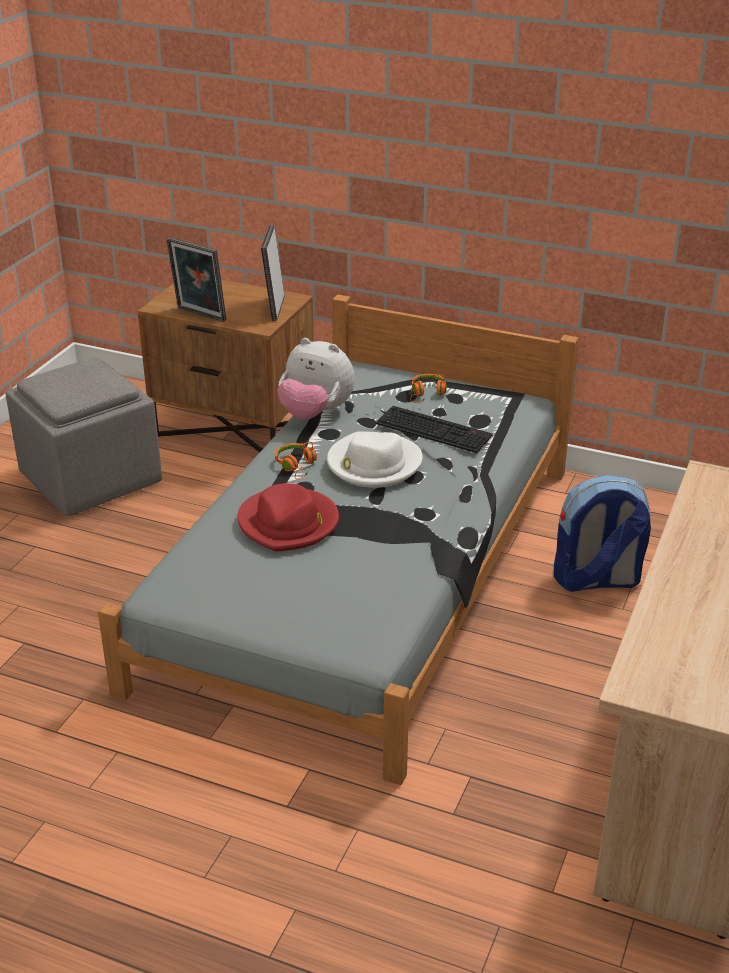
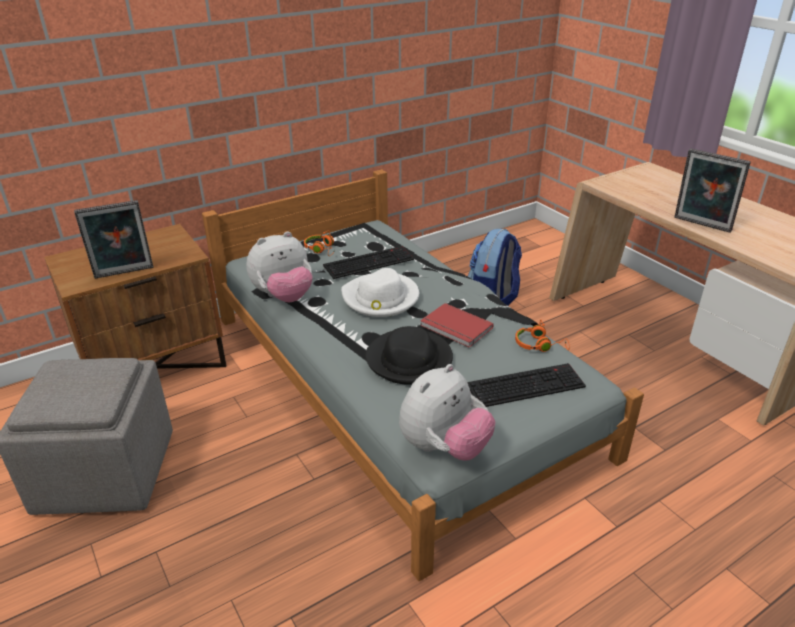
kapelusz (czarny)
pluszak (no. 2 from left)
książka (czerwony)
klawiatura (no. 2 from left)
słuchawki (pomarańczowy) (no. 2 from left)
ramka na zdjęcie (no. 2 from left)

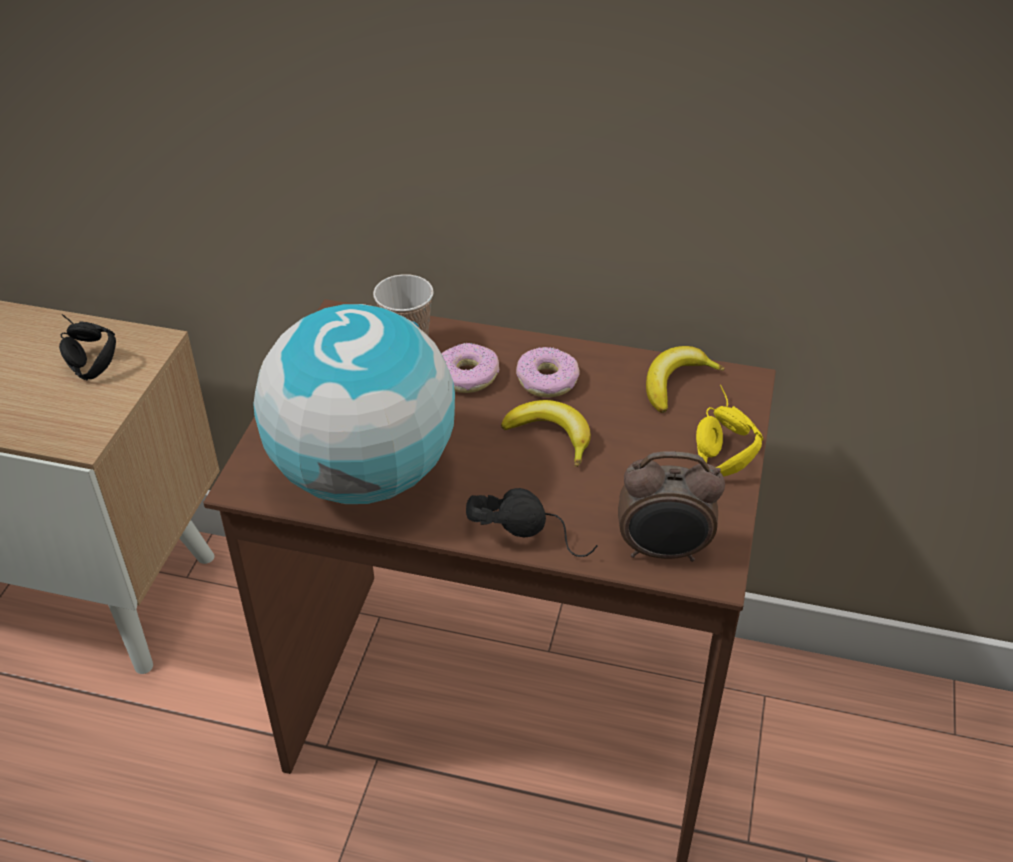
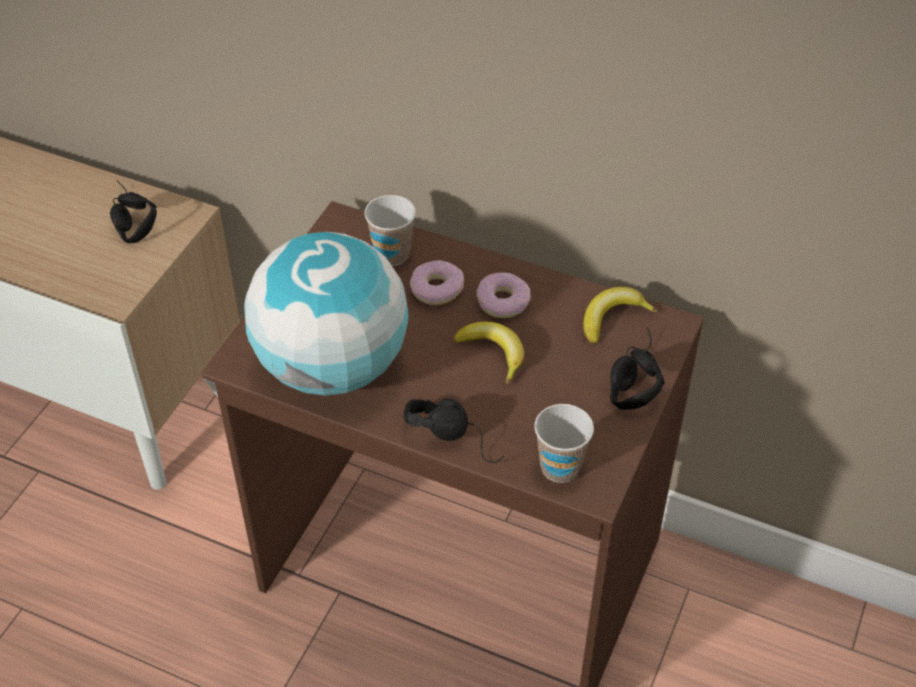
filiżanka (no. 2 from left)
słuchawki (czarny) (no. 3 from left)

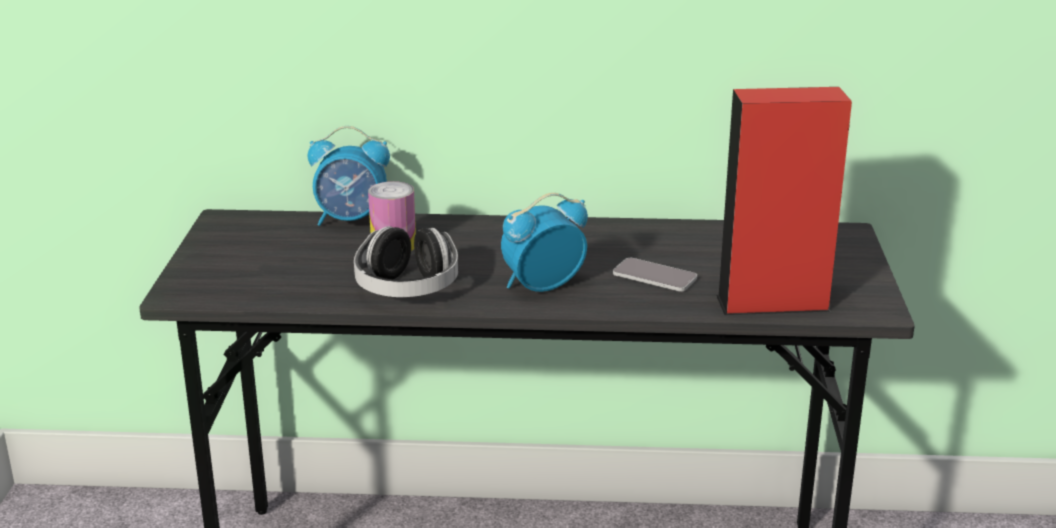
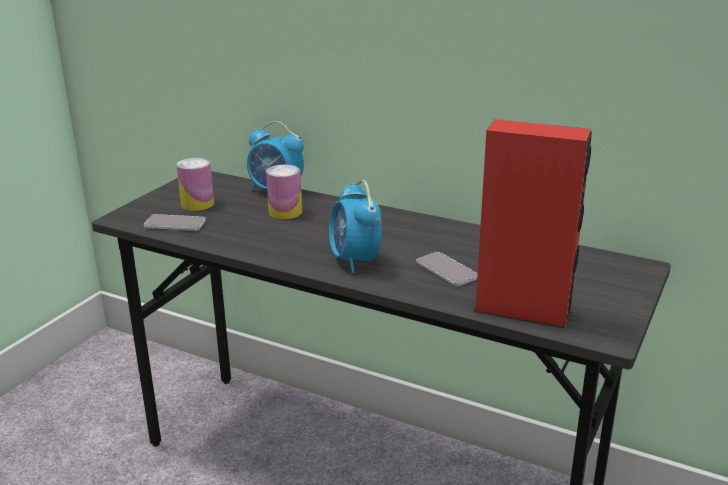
telefon (no. 1 from left)
puszka (no. 1 from left)
budzik (no. 2 from left)
słuchawki

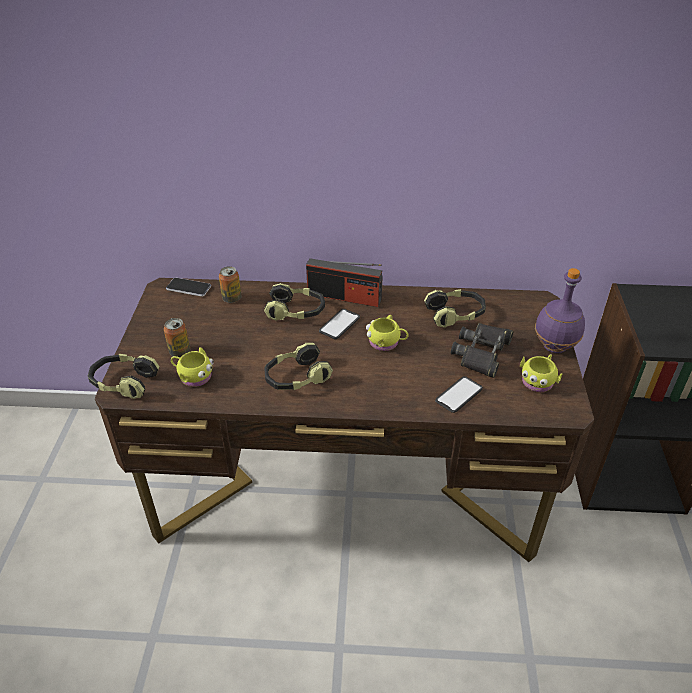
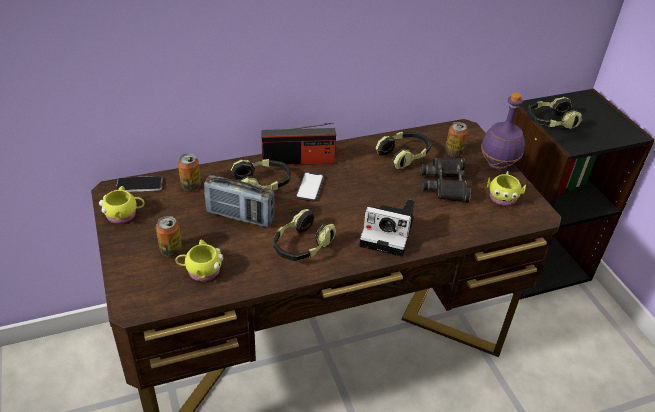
kubek (żółty) (no. 1 from left)
radio (no. 1 from left)
aparat fotograficzny
puszka (no. 3 from left)
słuchawki (no. 4 from left)
telefon (no. 3 from left in the first image)

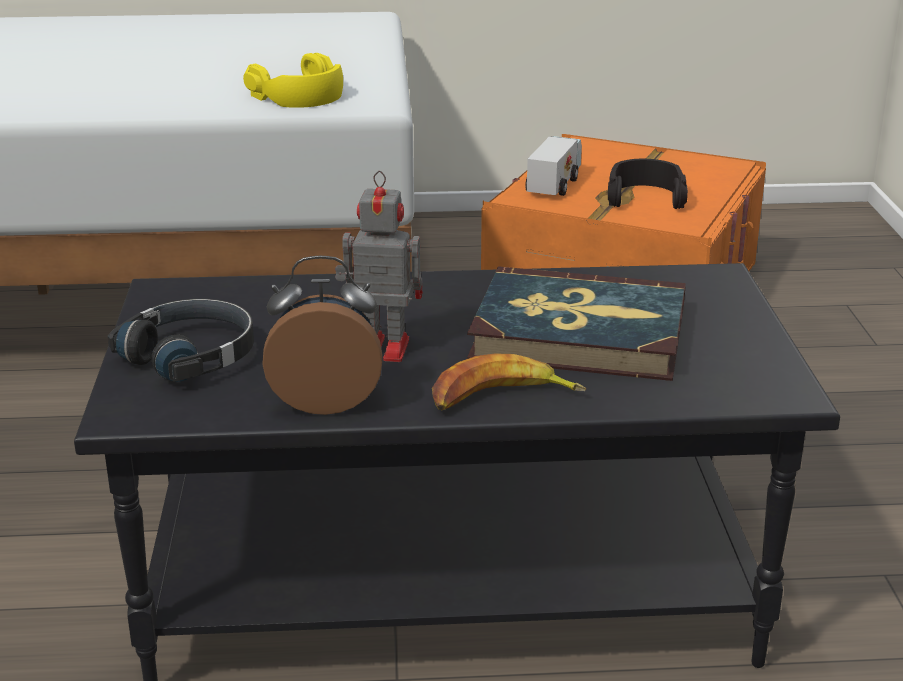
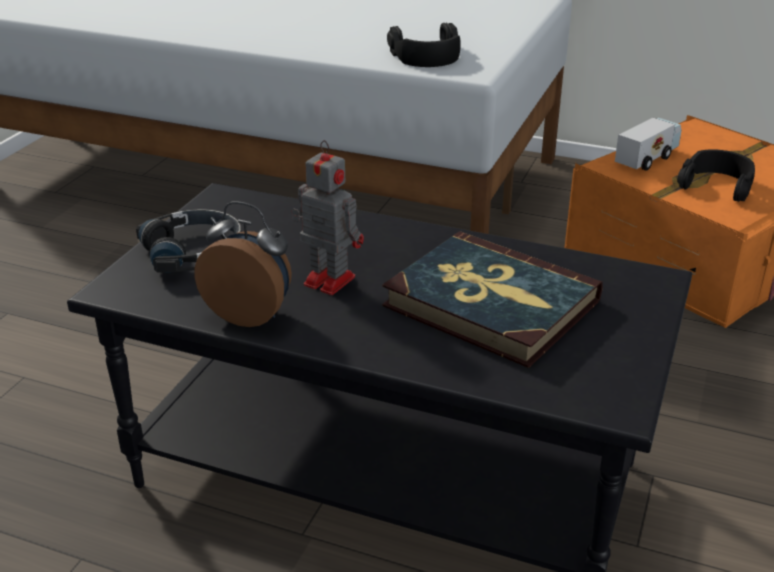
słuchawki (czarny) (no. 2 from left)
banan

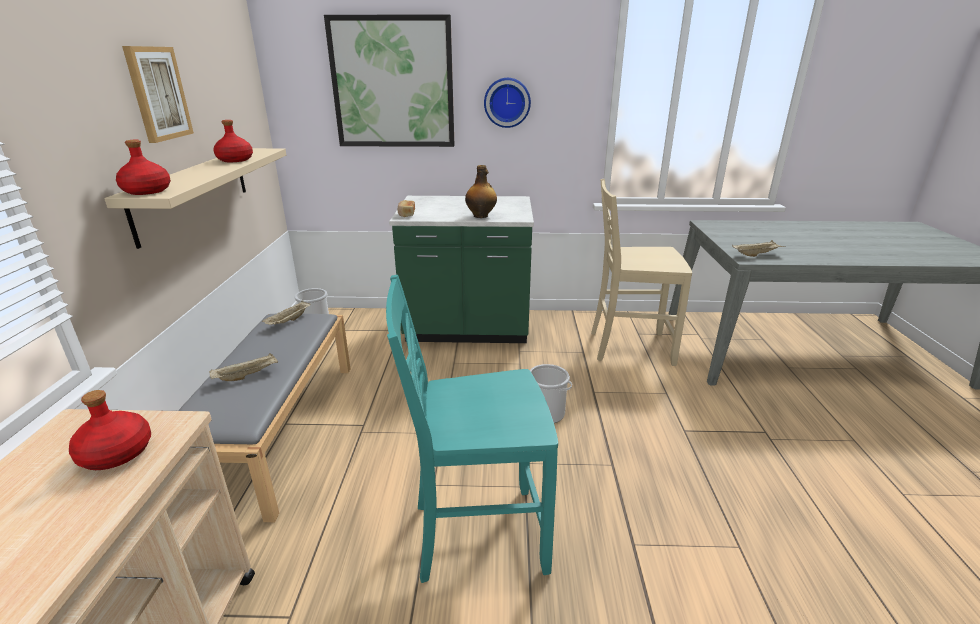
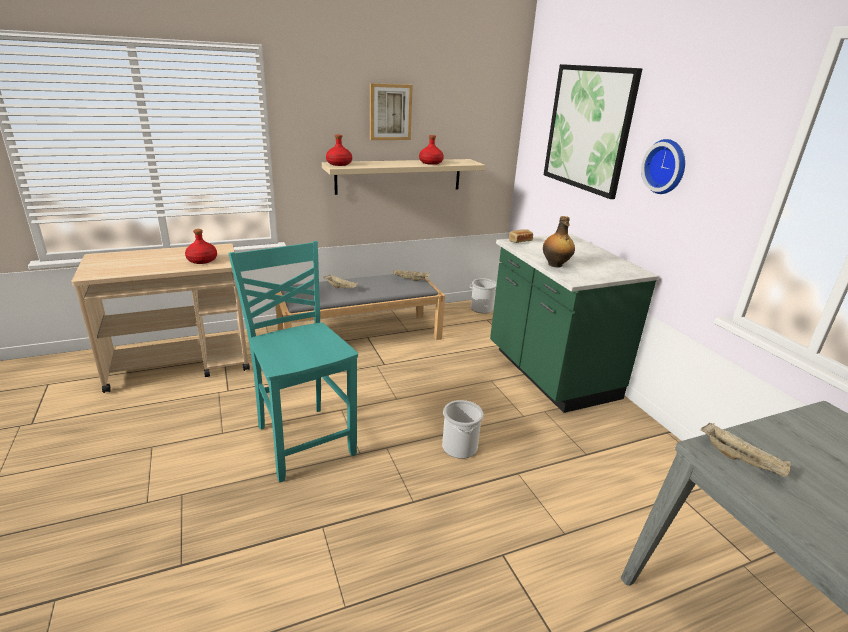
krzesło (beżowy)

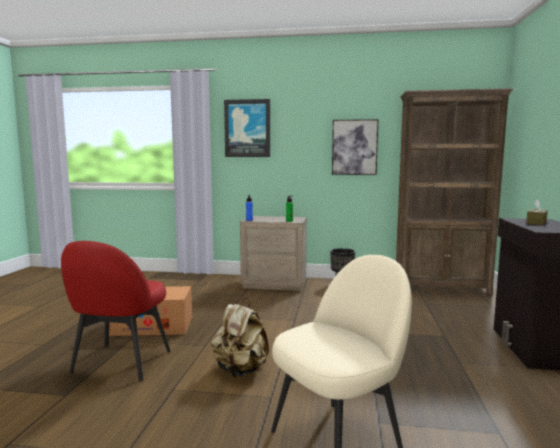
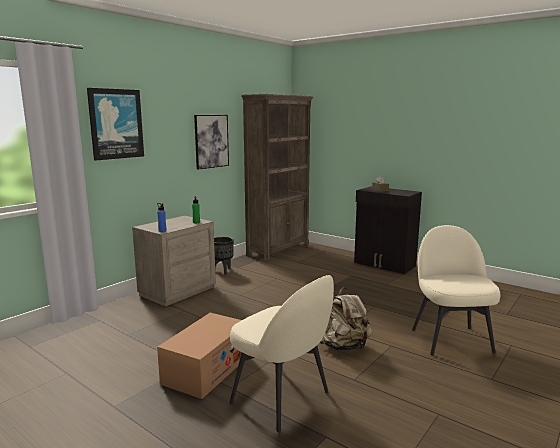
krzesło (beżowy) (no. 1 from left)

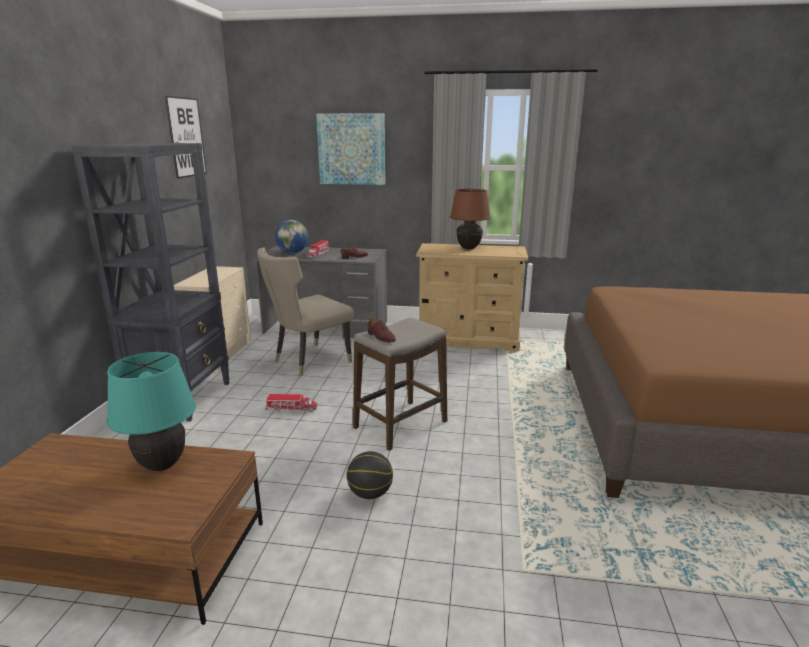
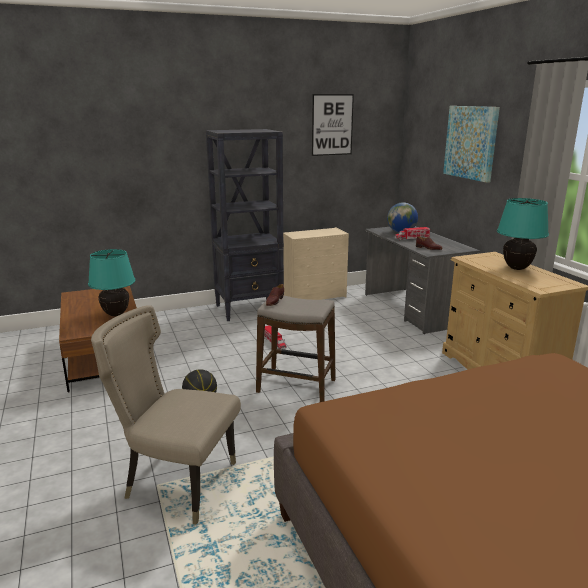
krzesło (beżowy)
lampa stołowa (turkusowy) (no. 2 from left)

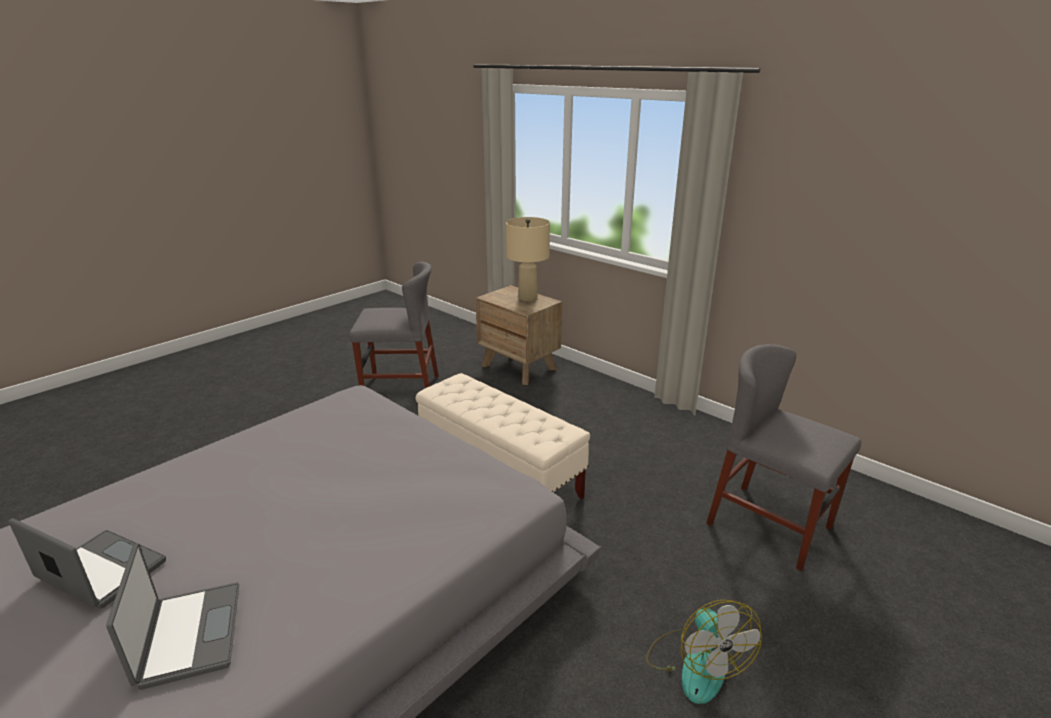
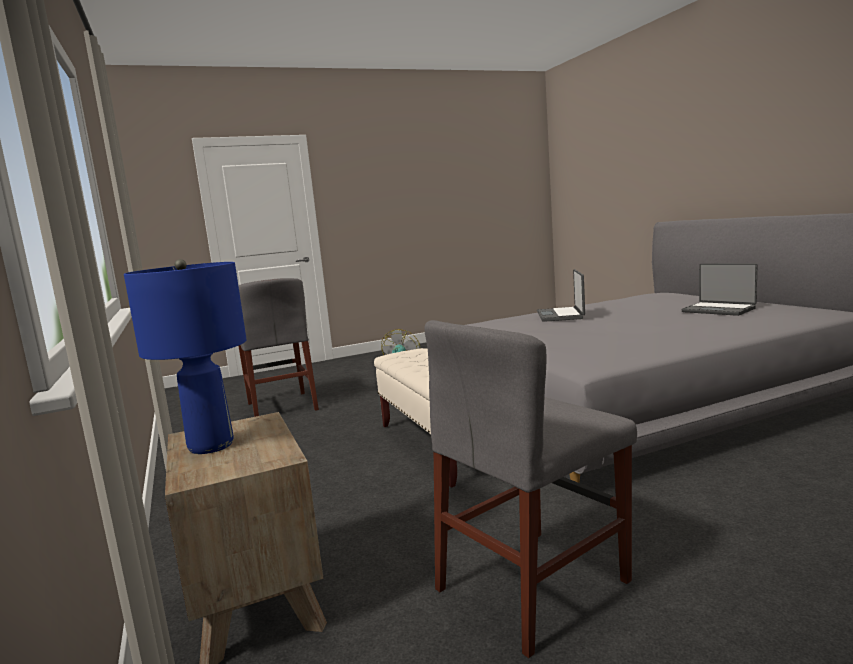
lampa stołowa (niebieski)
krzesło (szary) (no. 2 from left)
laptop (no. 1 from left)

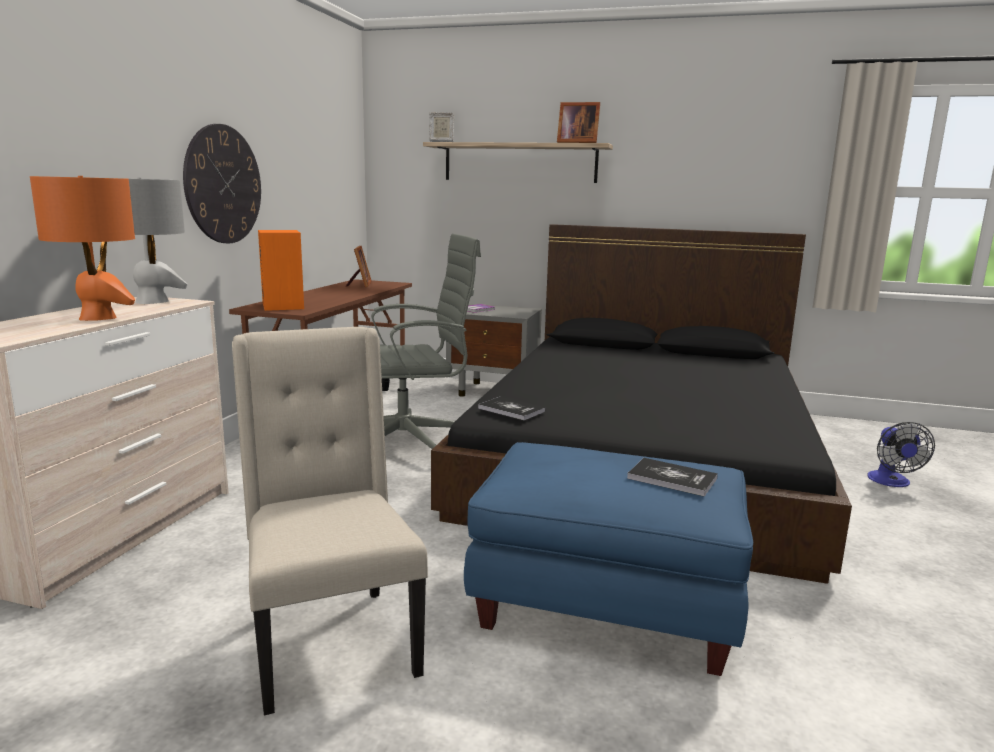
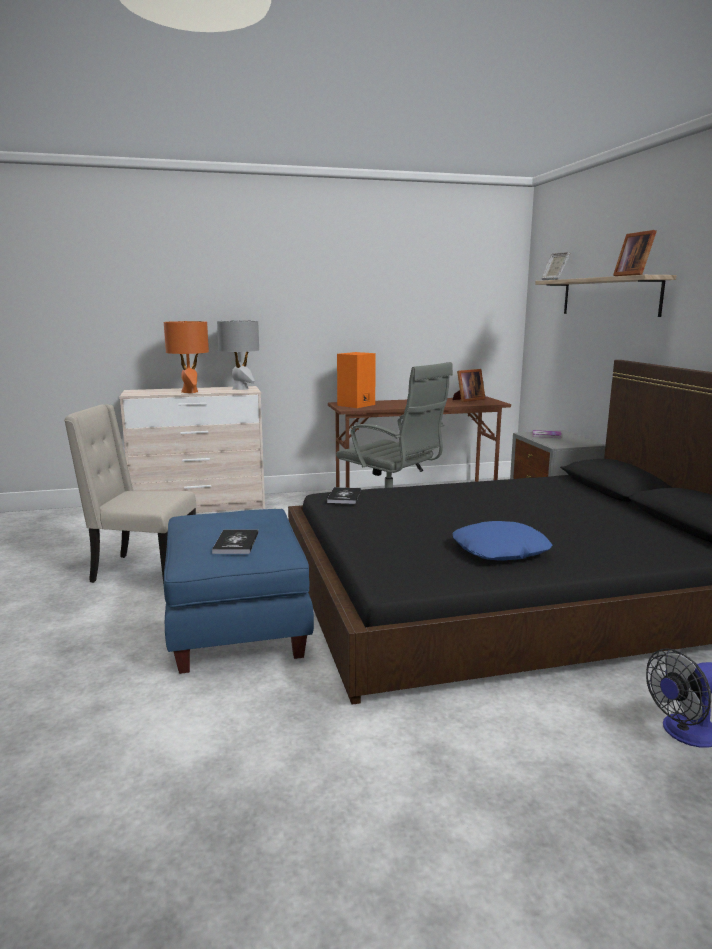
krzesło (beżowy)
poduszka (niebieski)
zegar ścienny

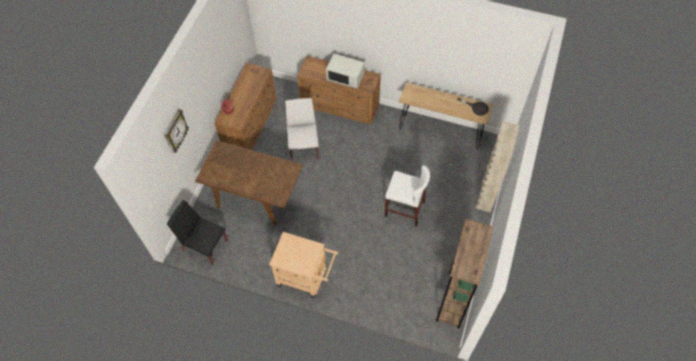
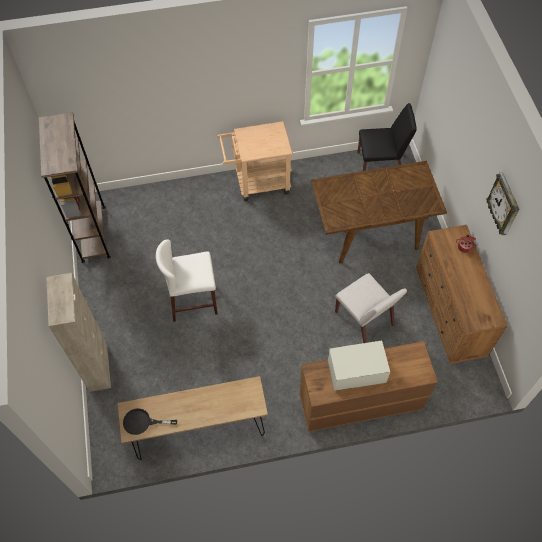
zegar ścienny

